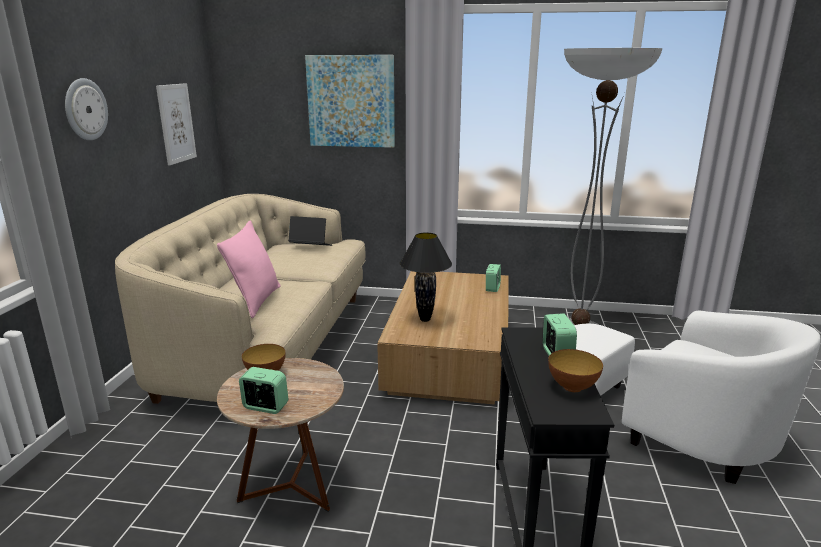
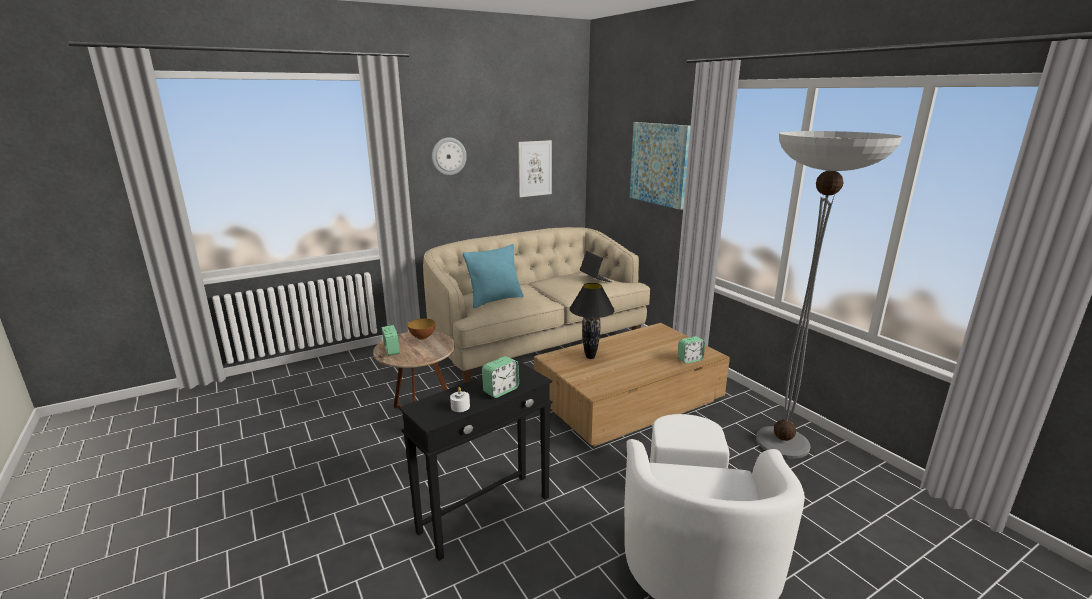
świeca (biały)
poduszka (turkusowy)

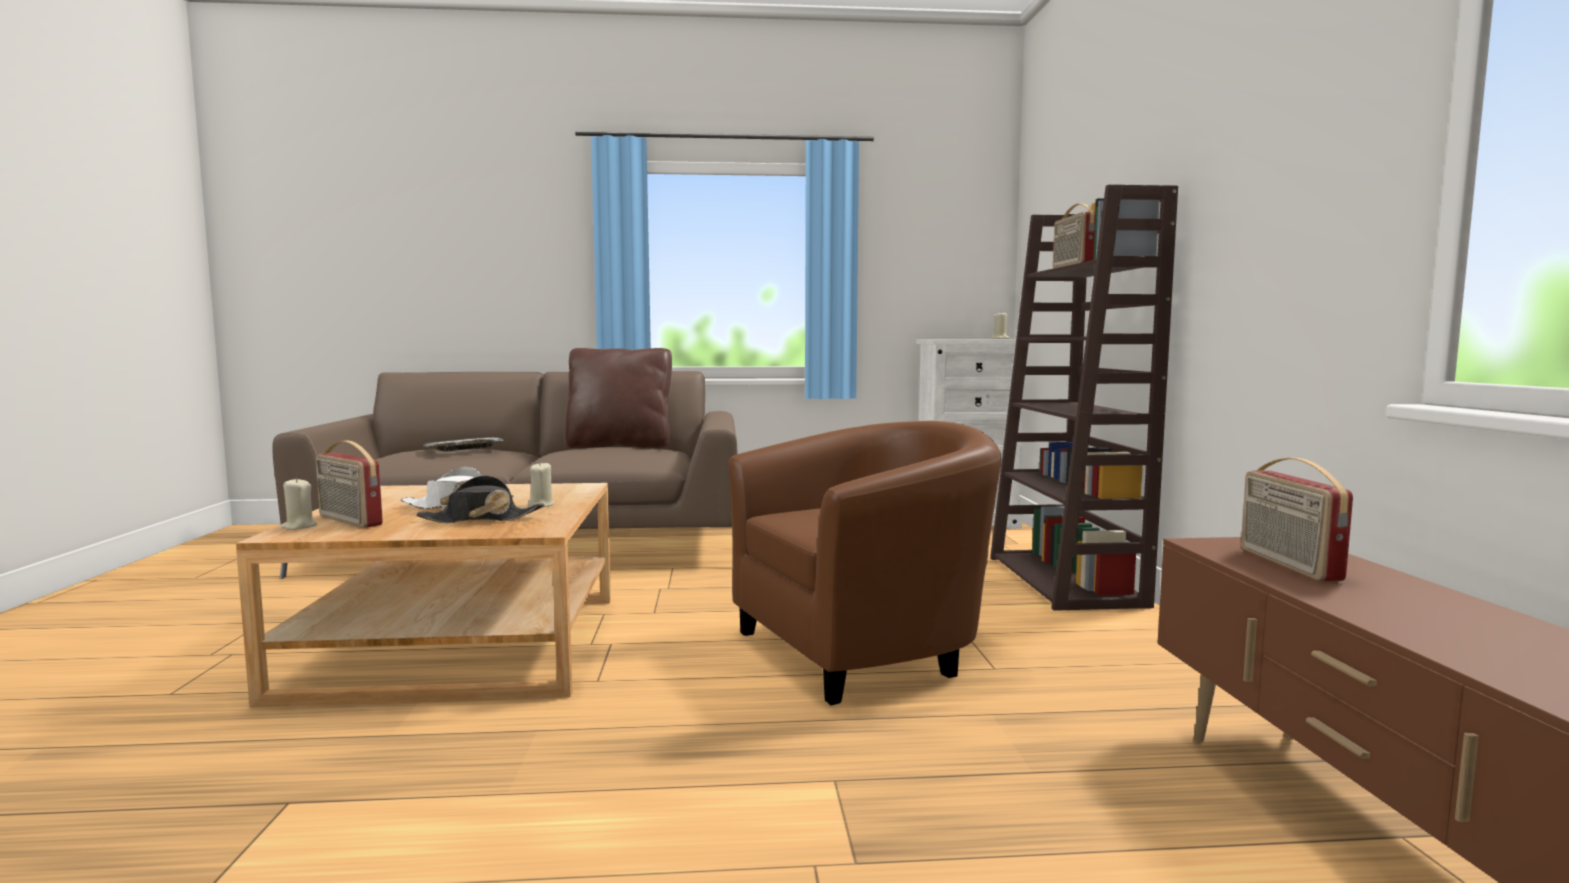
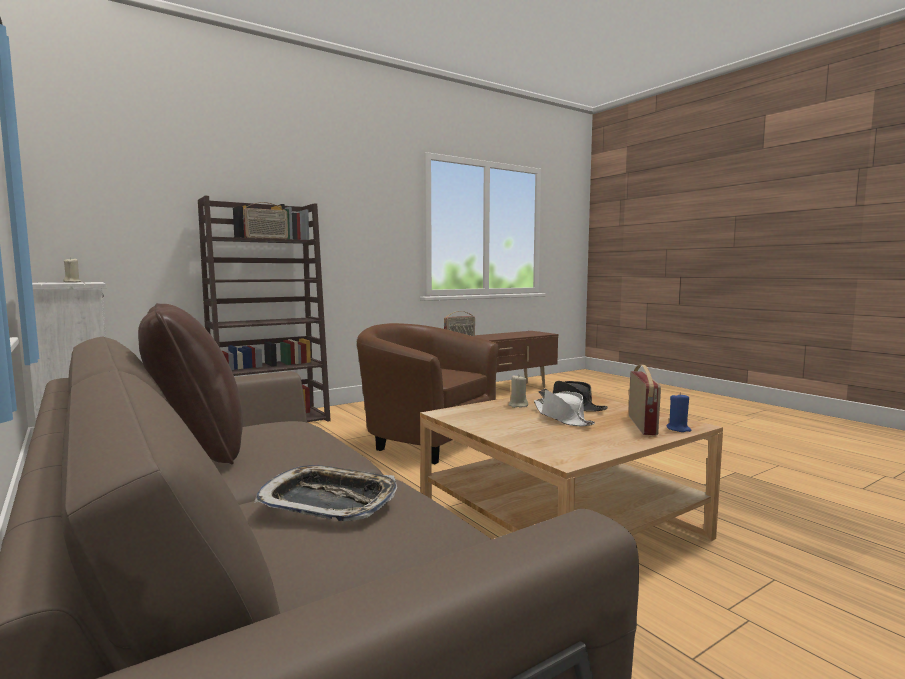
świeca (niebieski)

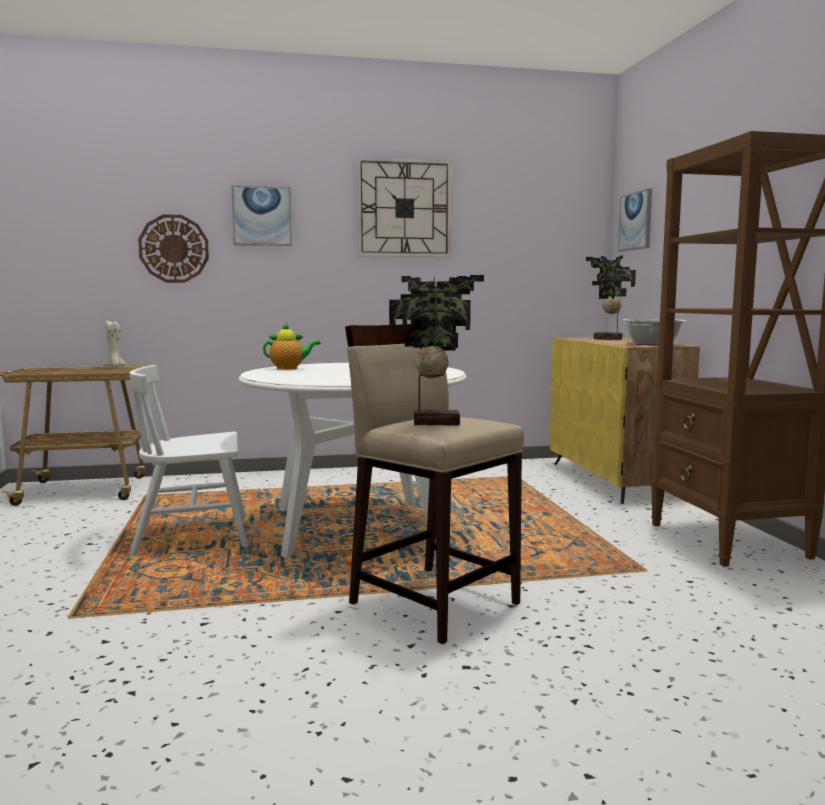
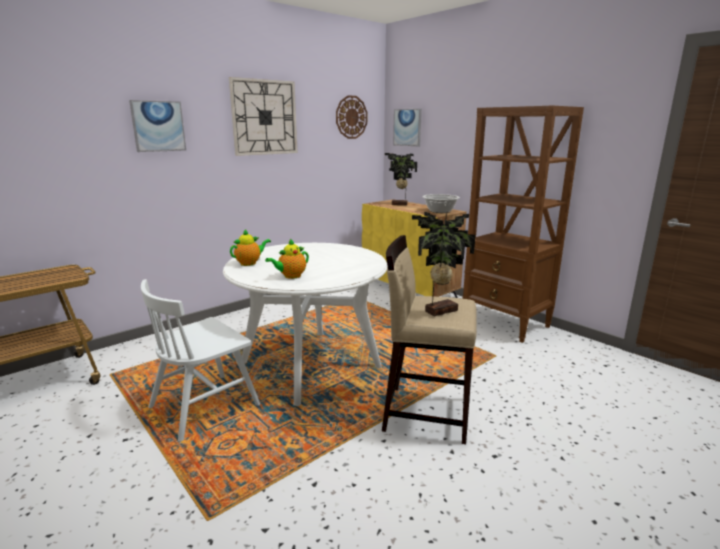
imbryk (no. 2 from left)
zegar ścienny (no. 2 from left)
świeca (beżowy)

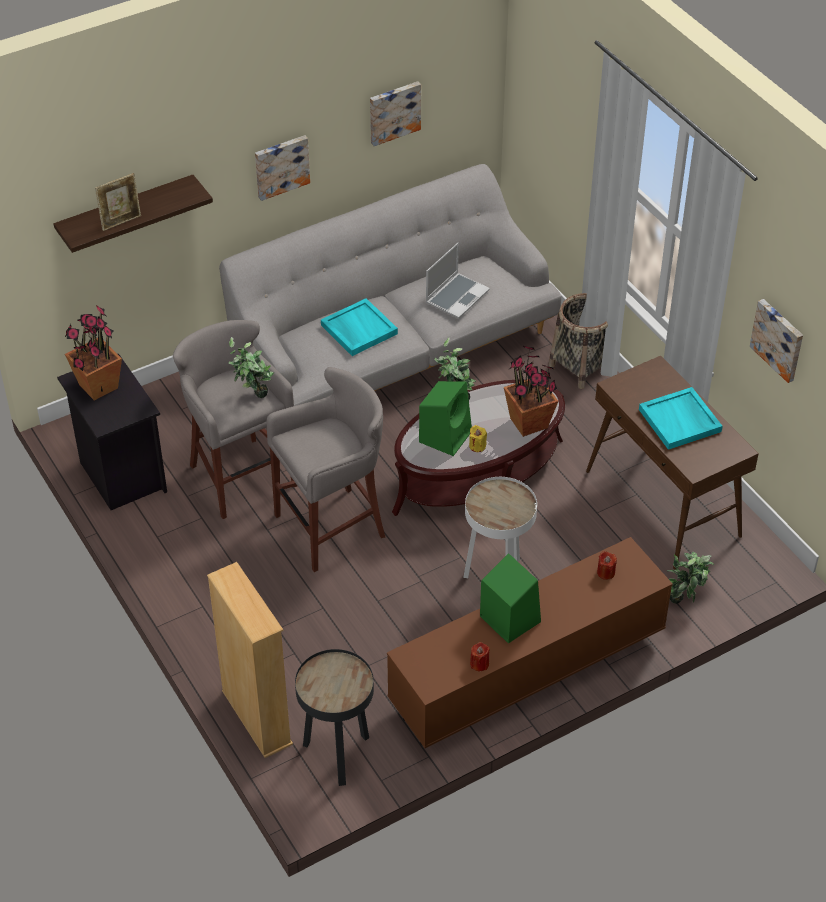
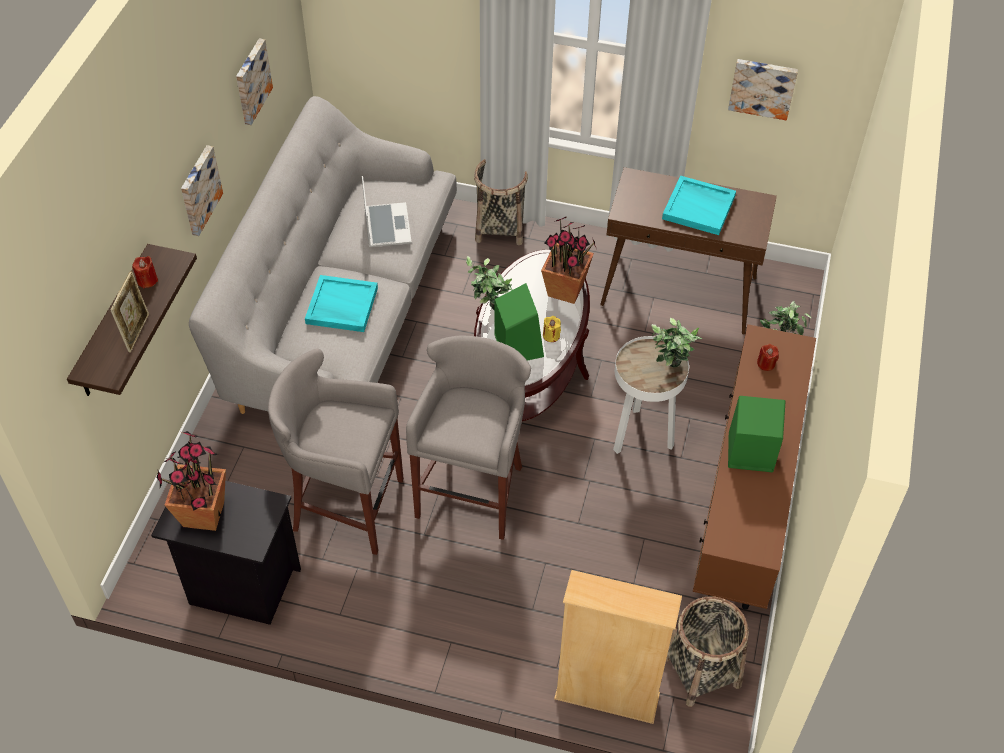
świeca (czerwony) (no. 1 from left)
roślina doniczkowa (no. 4 from left)
koszyk (no. 2 from left)

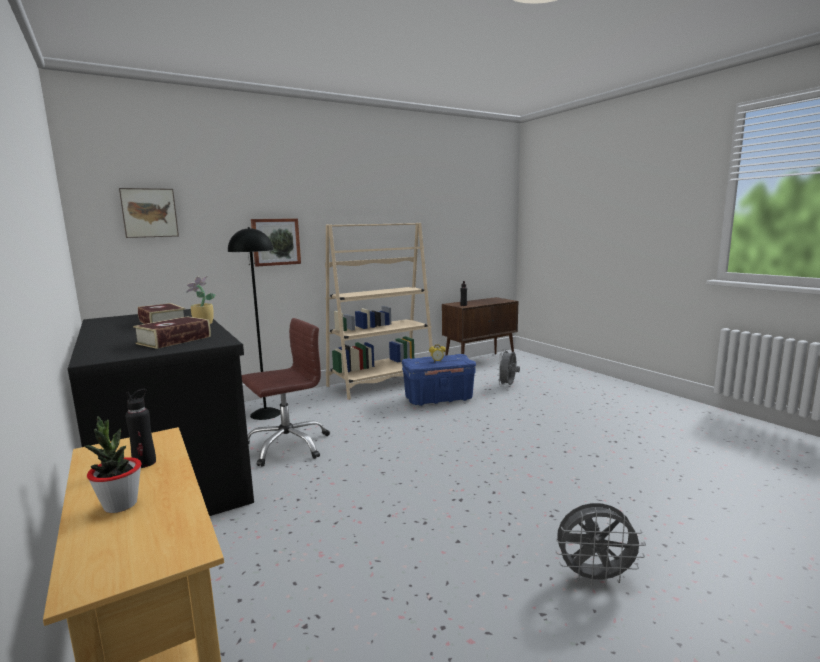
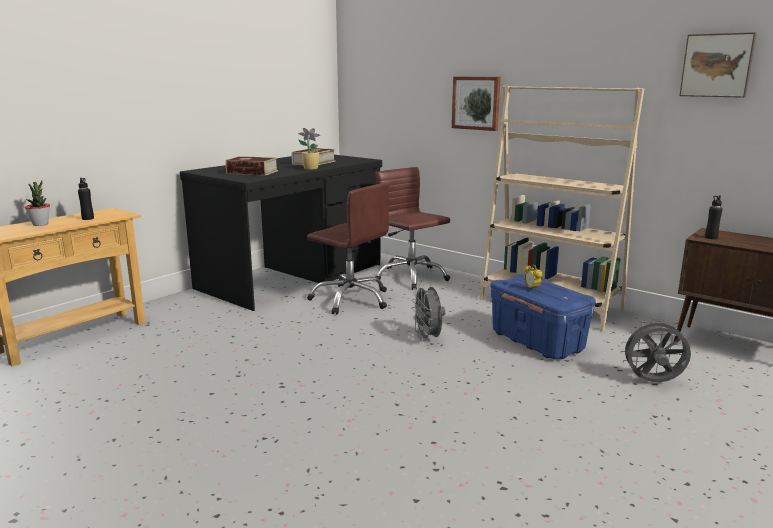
krzesło biurowe (brązowy) (no. 2 from left)
wentylator (szary) (no. 1 from left)
obraz (no. 2 from left)

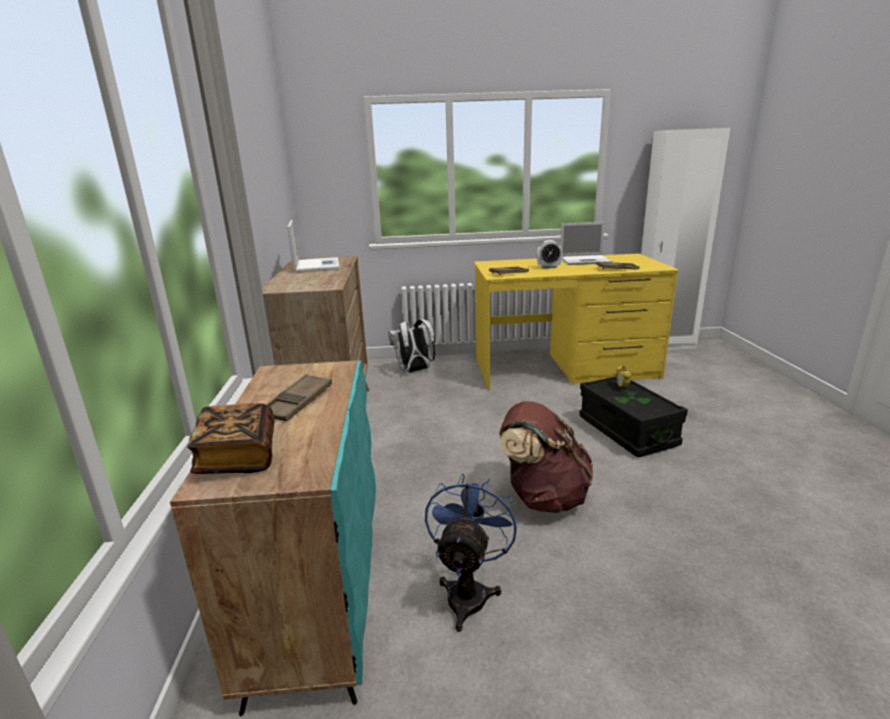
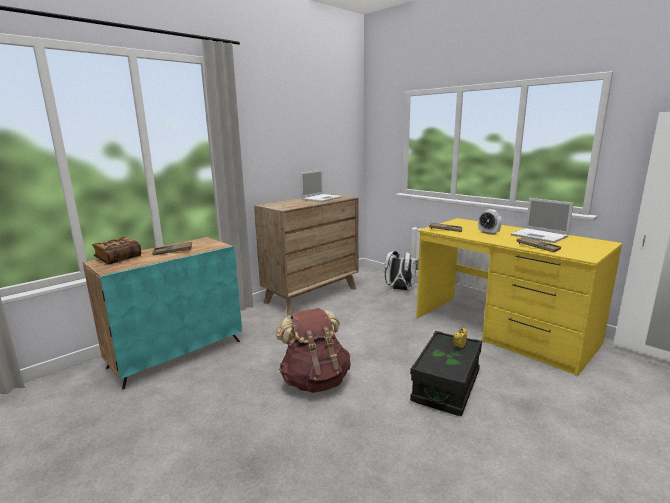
wentylator (niebieski)

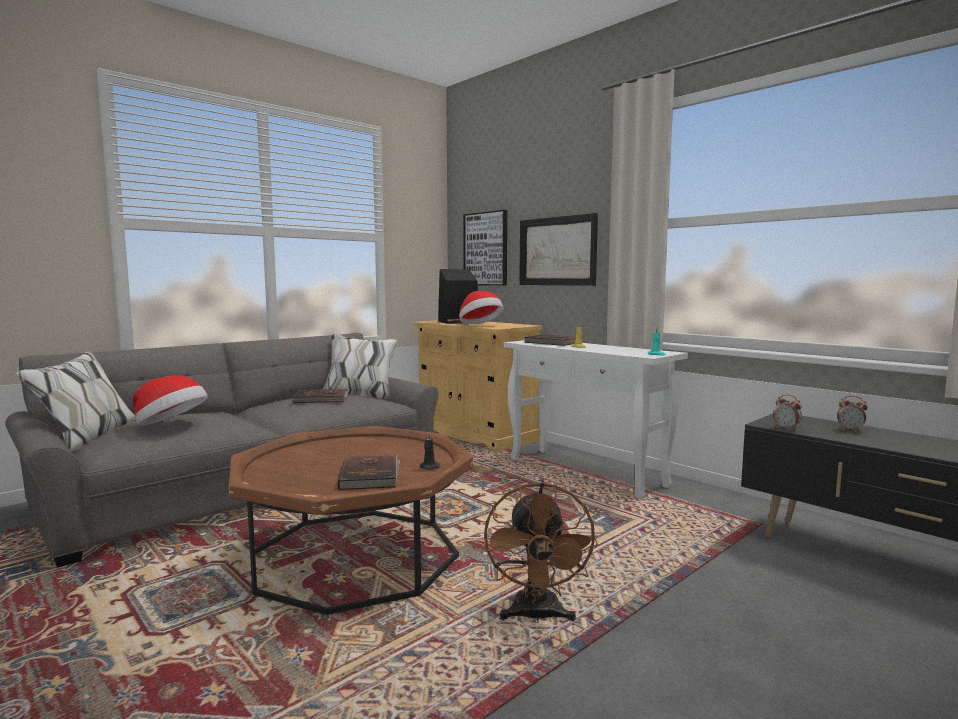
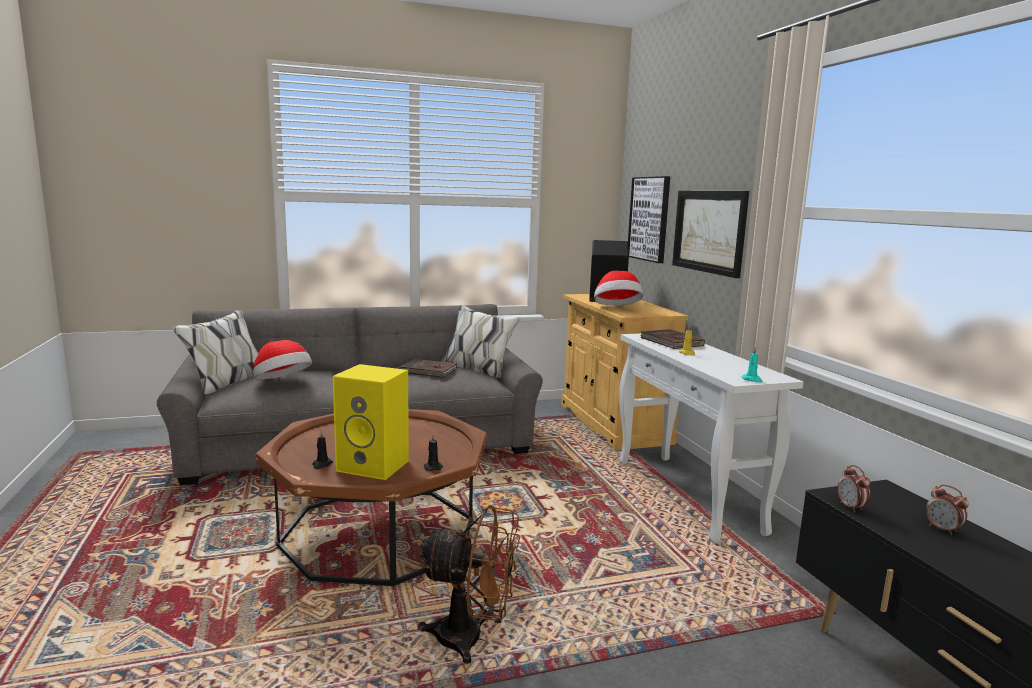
świeca (czarny) (no. 1 from left)
głośnik (żółty)
wentylator (brązowy)

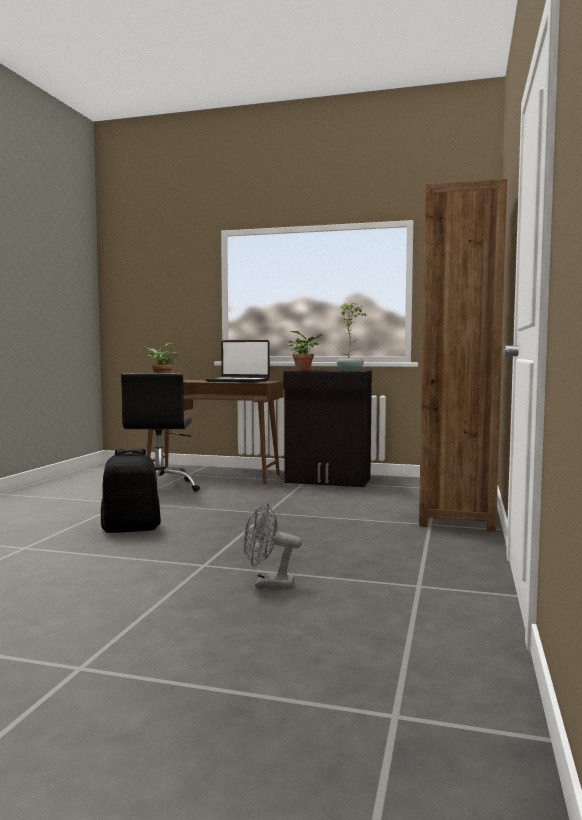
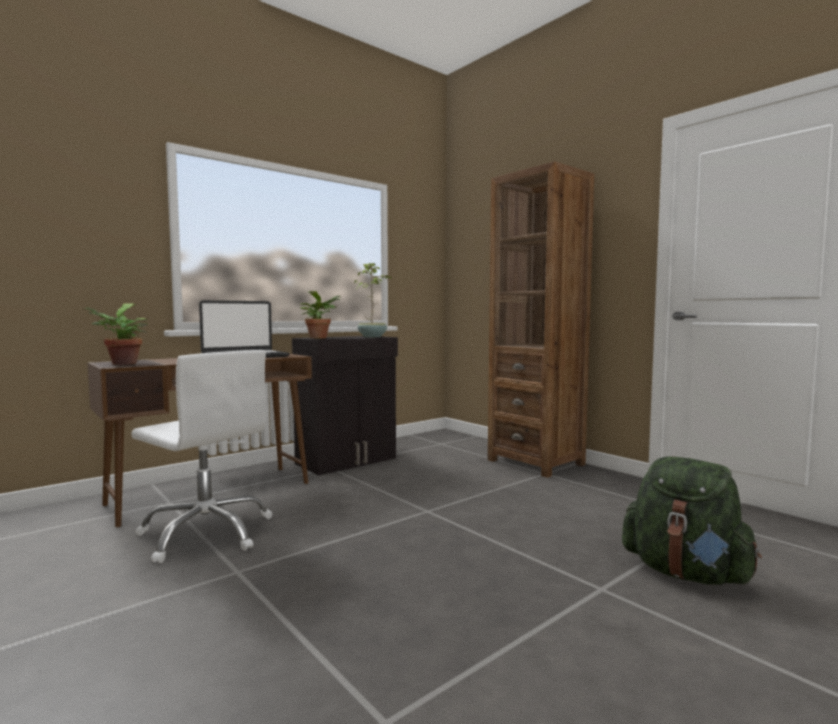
krzesło biurowe (biały)
plecak (zielony)
plecak (czarny)

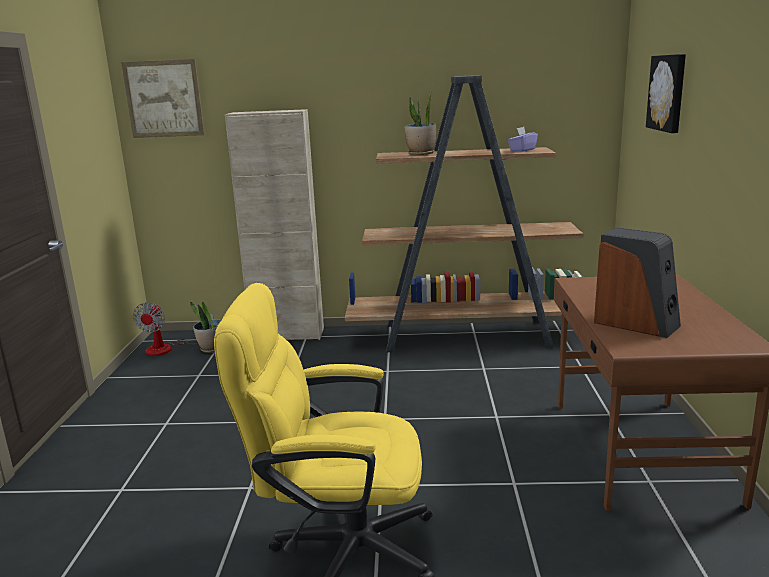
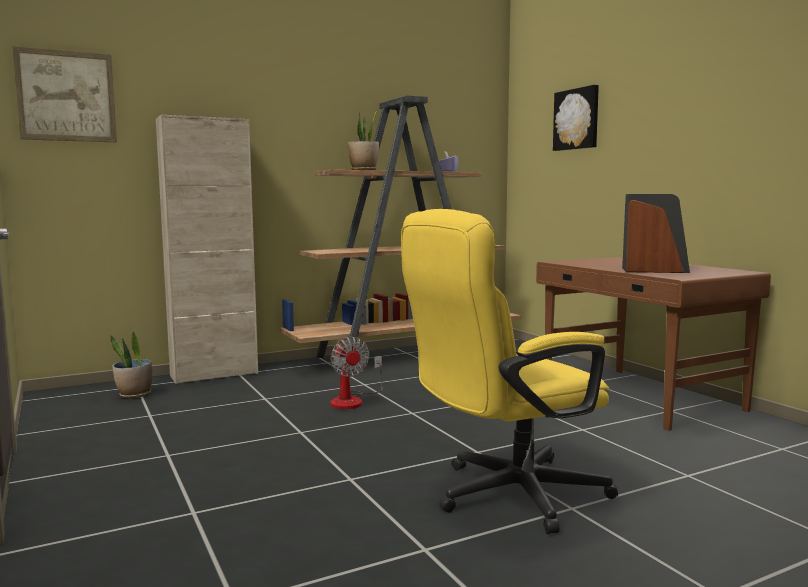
wentylator

